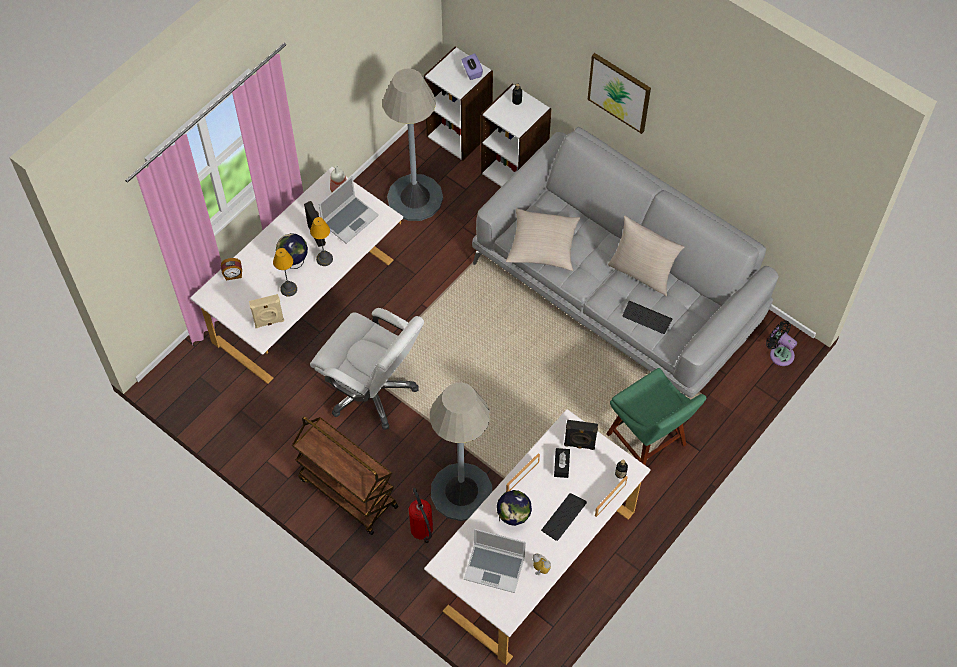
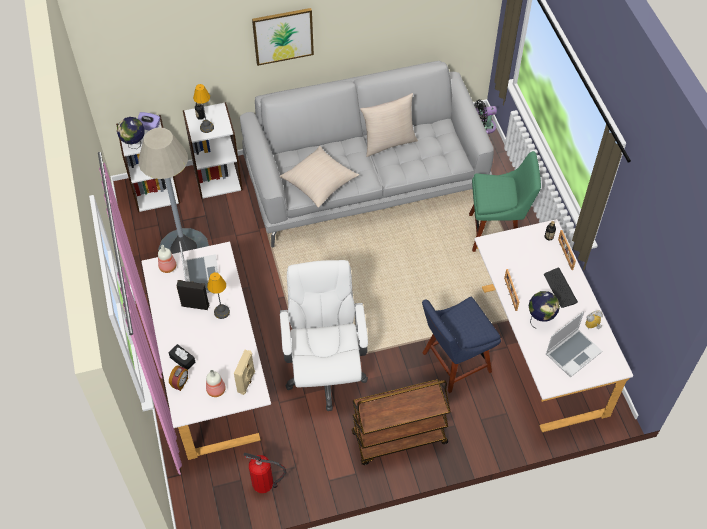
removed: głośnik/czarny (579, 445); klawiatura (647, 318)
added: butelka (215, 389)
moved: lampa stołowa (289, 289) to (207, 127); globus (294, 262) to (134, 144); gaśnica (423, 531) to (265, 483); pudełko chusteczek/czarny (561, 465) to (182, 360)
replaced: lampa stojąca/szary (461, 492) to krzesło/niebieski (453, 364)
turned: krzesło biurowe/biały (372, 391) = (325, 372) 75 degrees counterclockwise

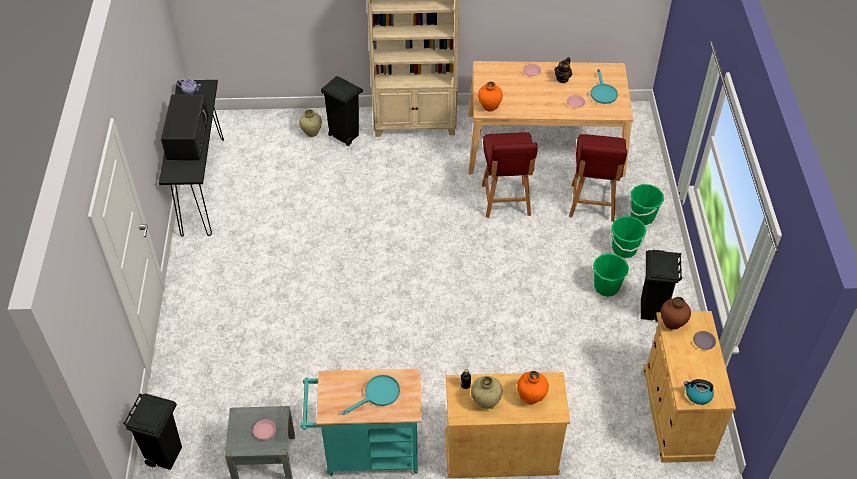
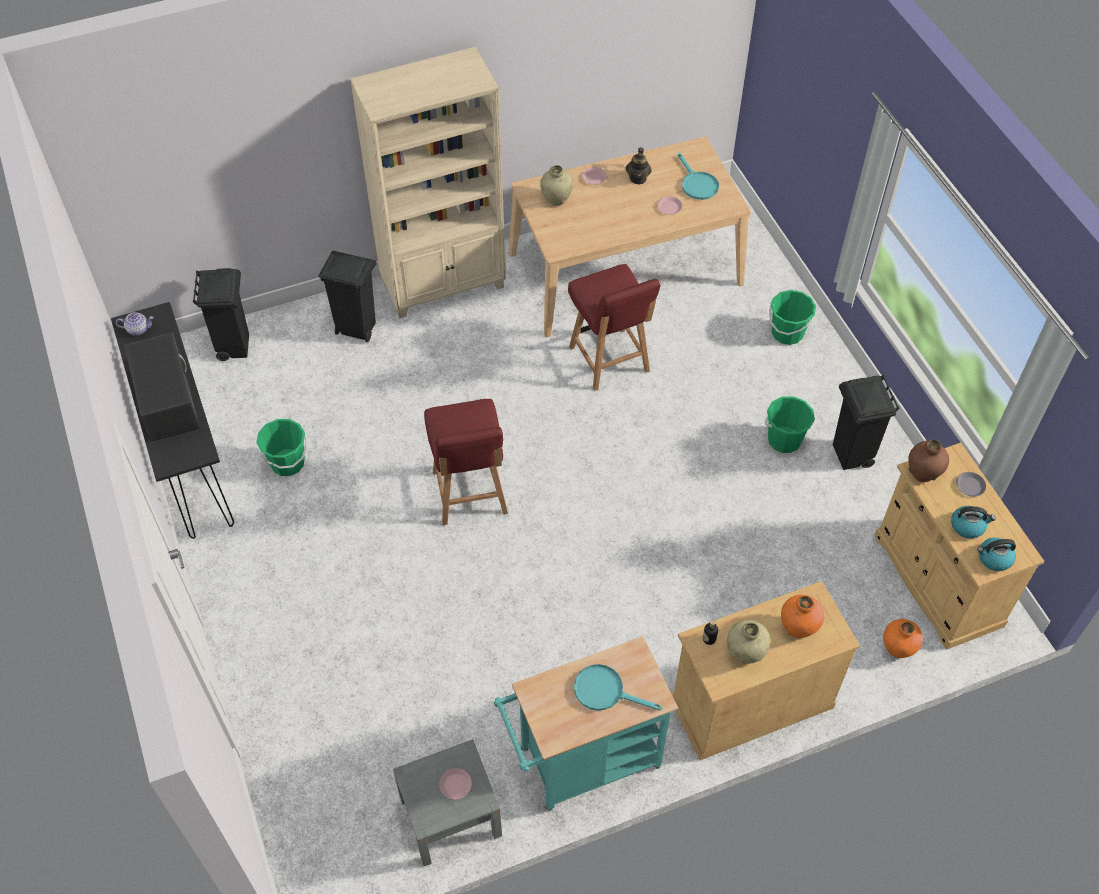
added: czajnik (968, 526)
moved: kosz na śmieci/czarny (165, 455) to (234, 346); wazon/beżowy (311, 132) to (556, 199); wazon/pomarańczowy (489, 107) to (897, 649); krzesło/czerwony (592, 204) to (470, 494); wiadro/zielony (624, 249) to (287, 463)
turned: patelnia/turkusowy (378, 395) = (605, 691) 105 degrees counterclockwise

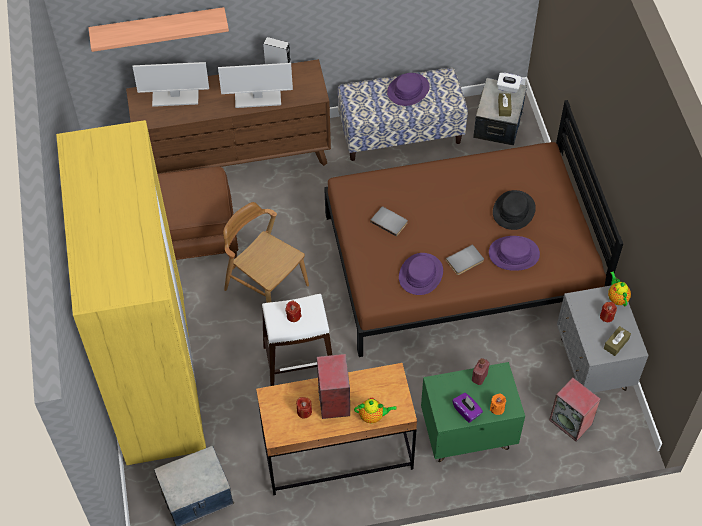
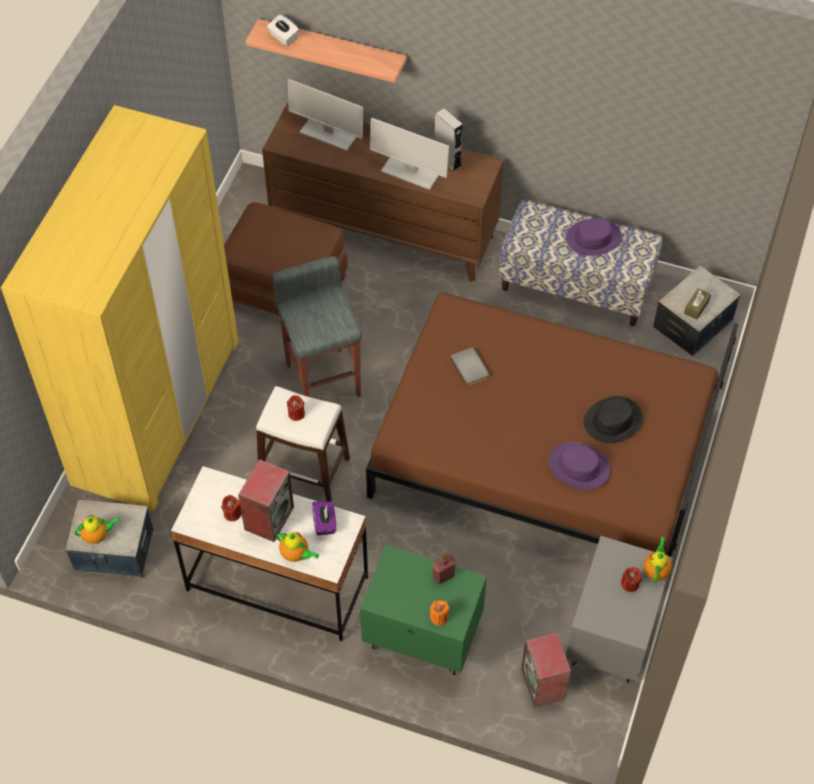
removed: kapelusz/fioletowy (421, 274); książka/szary (465, 261); pudełko chusteczek/brązowy (616, 343)
added: imbryk (98, 536)
moved: pudełko chusteczek/fioletowy (466, 411) to (325, 523); pudełko chusteczek/biały (508, 88) to (283, 37)
replaced: krzesło/brązowy (266, 287) to stołek/szary (323, 378)
recoloured: biurko/brązowy (337, 453) to biurko/biały (277, 583)

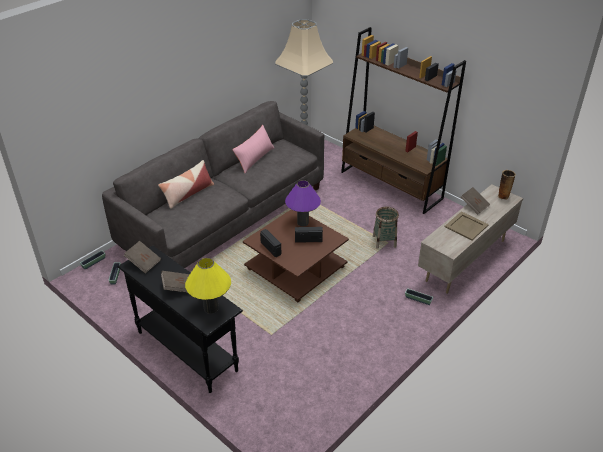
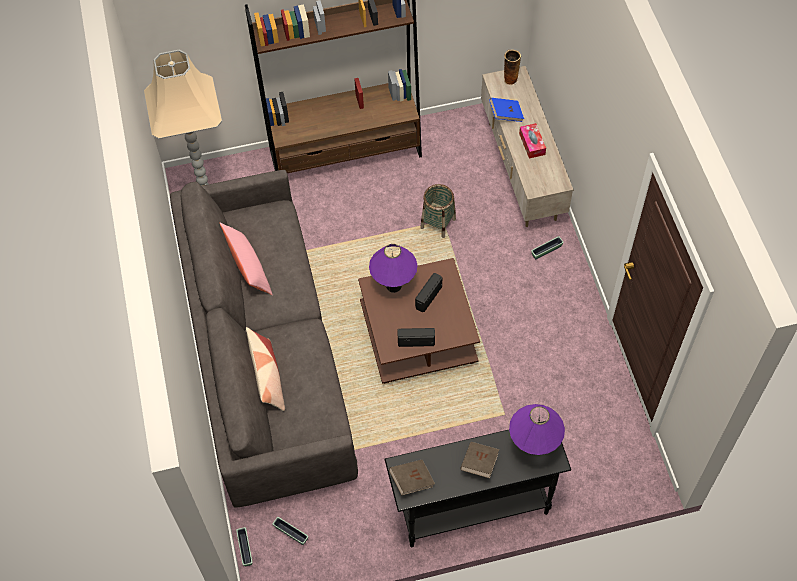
replaced: taca/beżowy (466, 226) to pudełko chusteczek (532, 144)
recoloured: lampa stołowa/żółty (211, 308) to lampa stołowa/fioletowy (533, 446); książka/brązowy (474, 205) to książka/niebieski (506, 114)

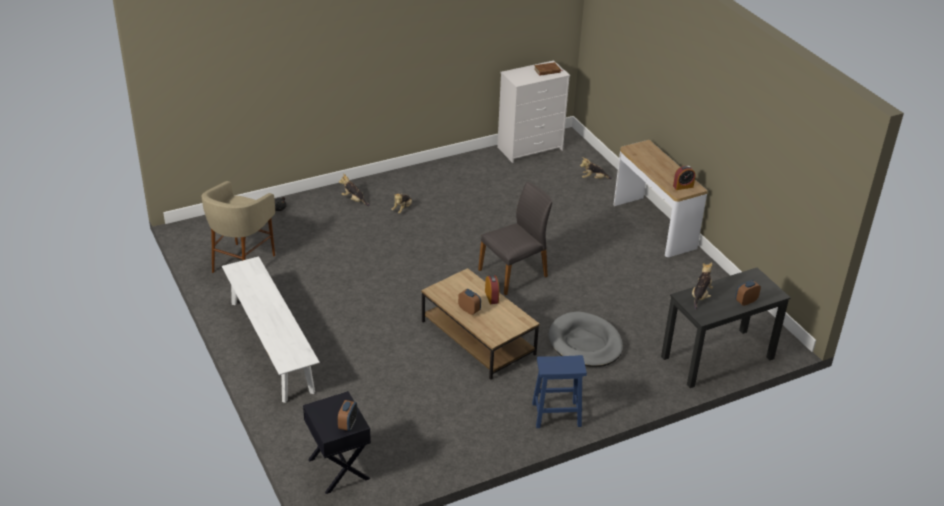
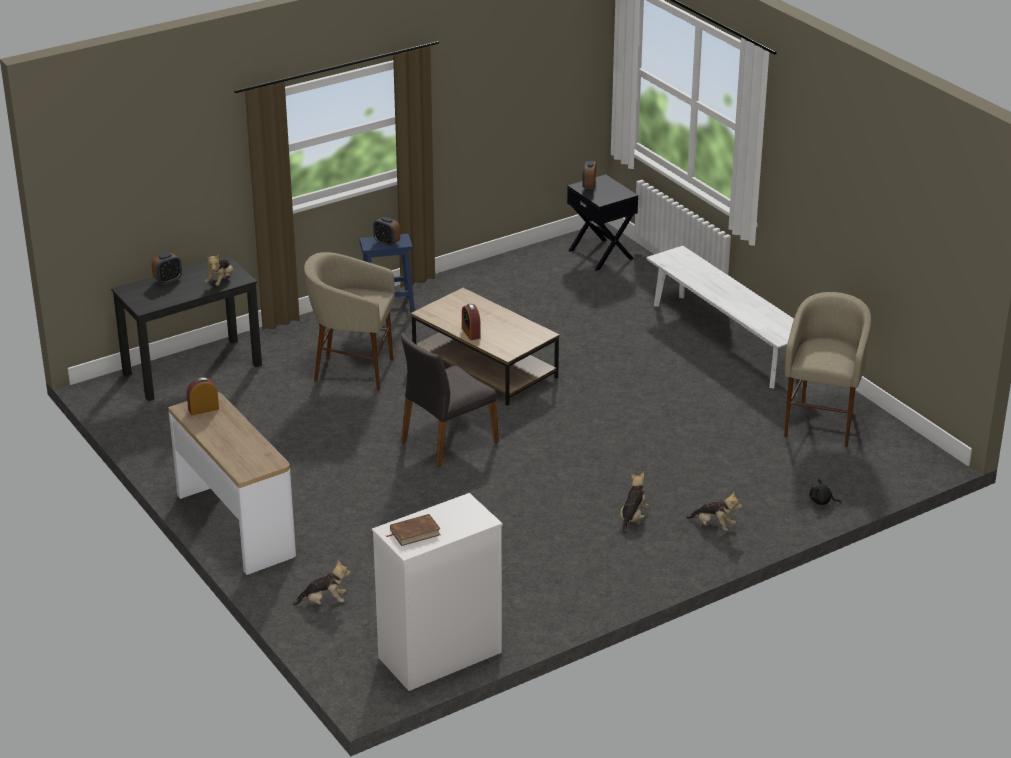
moved: budzik (469, 310) to (387, 242)
replaced: legowisko/szary (585, 343) to stołek/beżowy (353, 371)

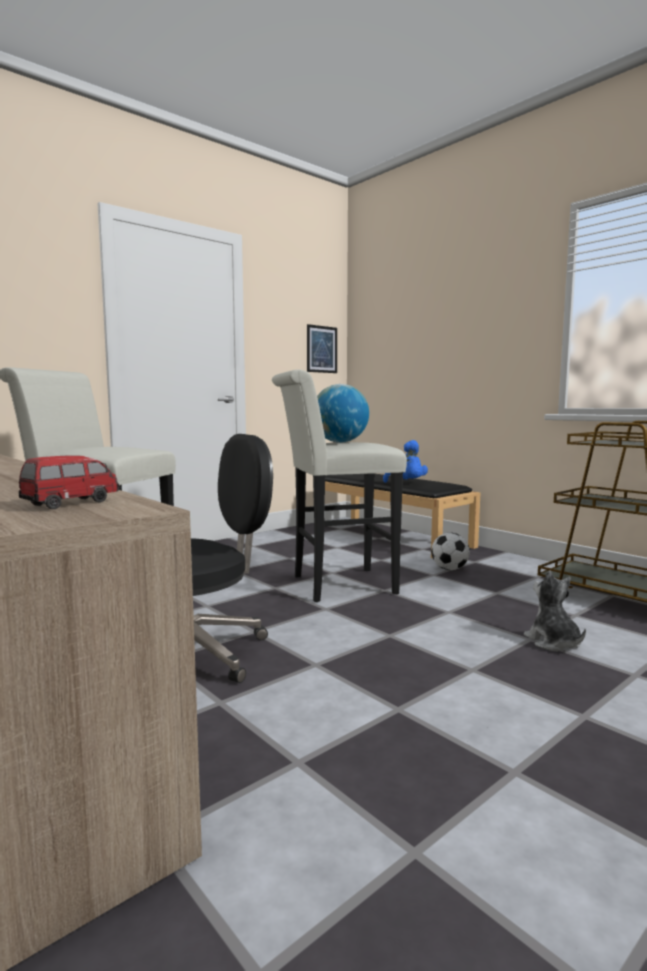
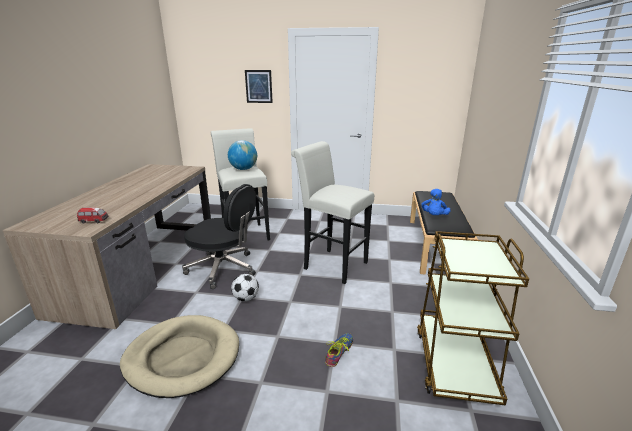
added: legowisko/beżowy (183, 357)
moved: obraz (322, 349) to (258, 86); globus (340, 442) to (243, 169); piłka futbolowa (449, 569) to (246, 298)
replaced: pluszak (553, 643) to but (339, 352)

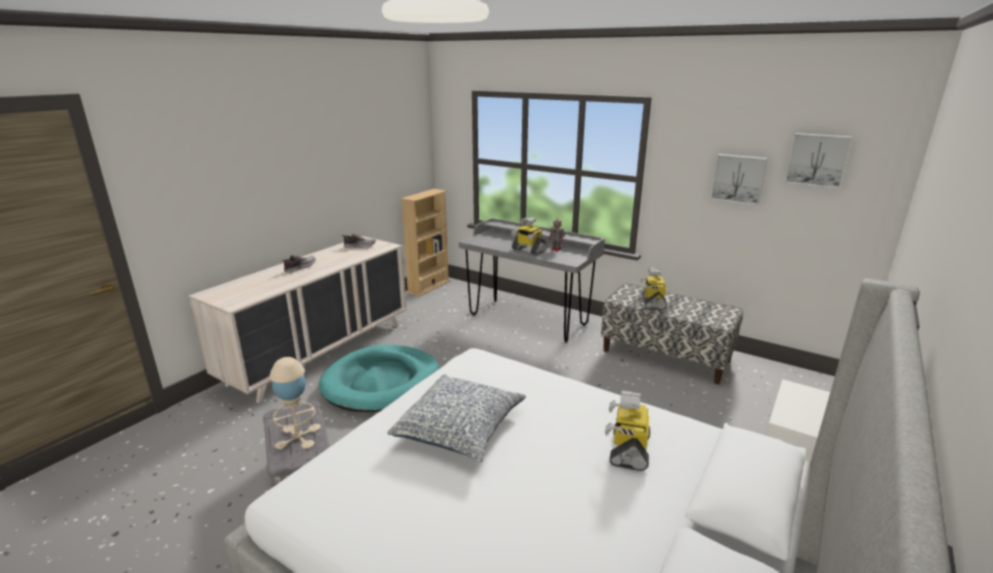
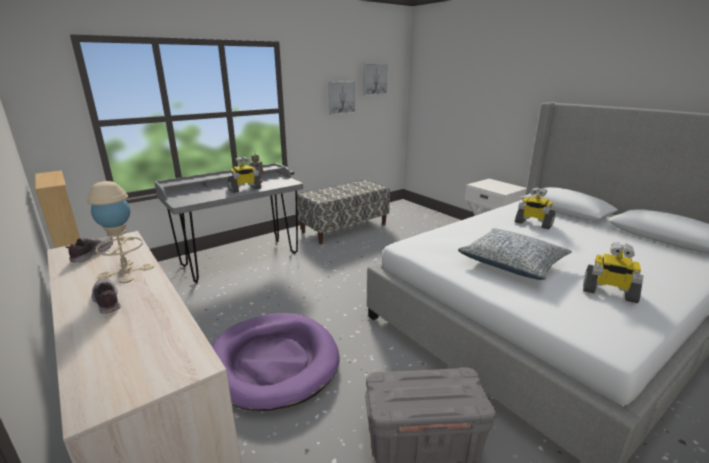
moved: lampa stołowa/beżowy (298, 436) to (126, 271); robot zabawkowy (652, 302) to (608, 292)
recoloured: legowisko/turkusowy (381, 382) to legowisko/fioletowy (274, 362)

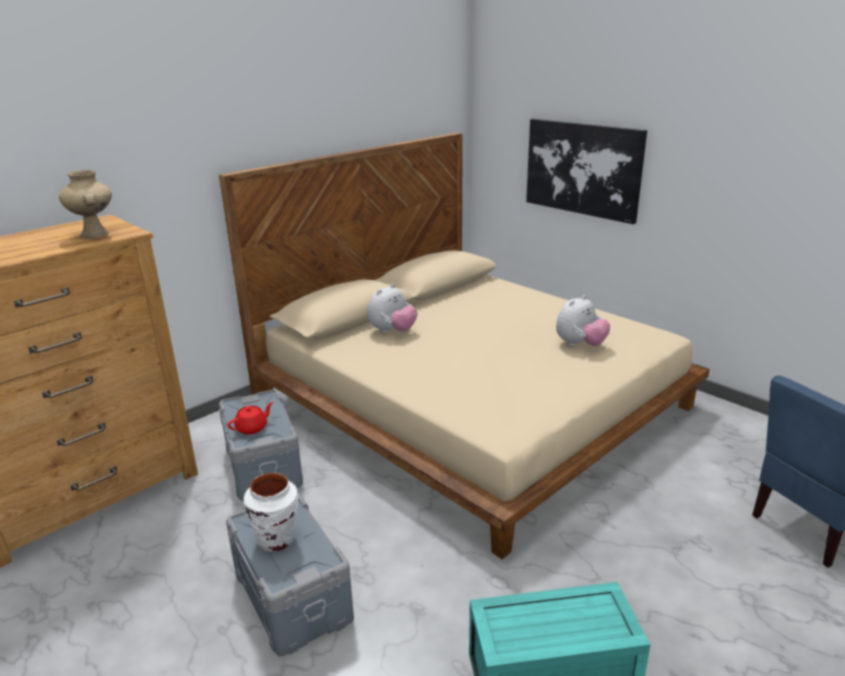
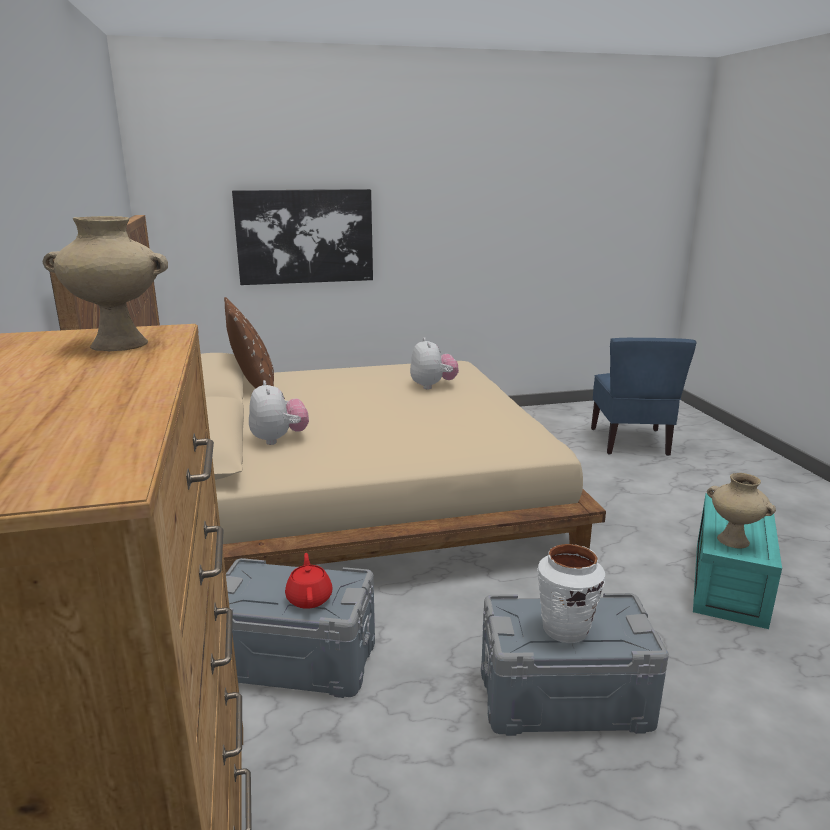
added: poduszka/brązowy (253, 385); wazon/beżowy (734, 540)

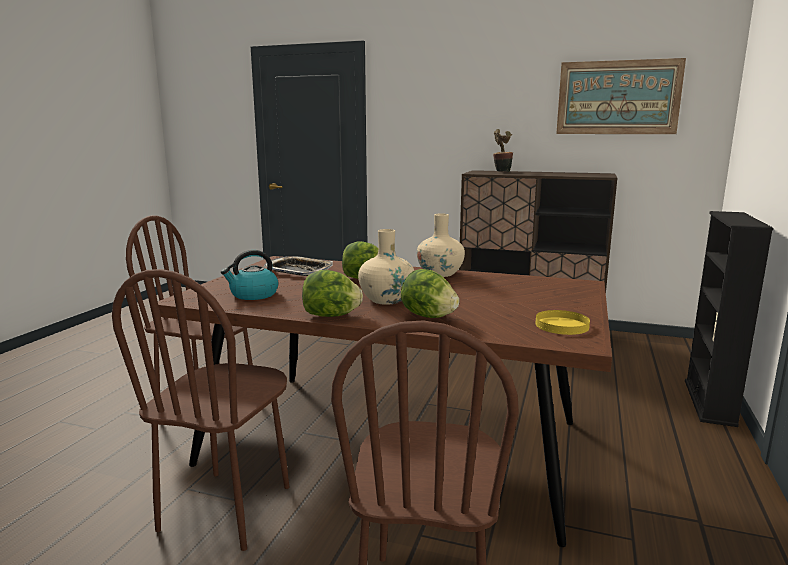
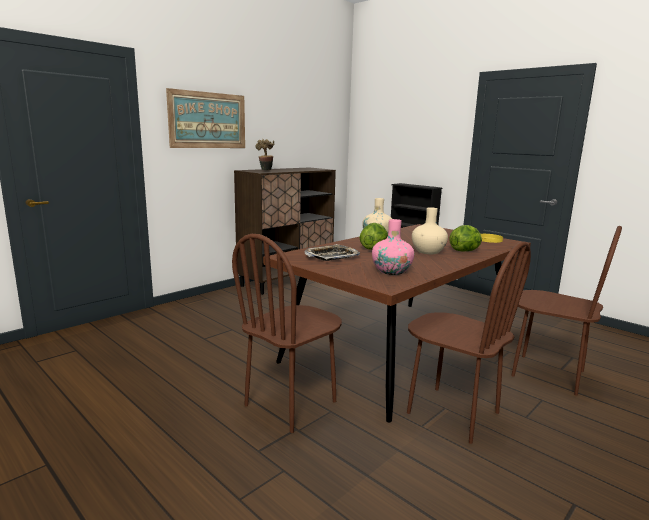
removed: sałata (331, 316)
moved: obraz (618, 97) to (208, 120)
replaced: czajnik (253, 295) to wazon/różowy (391, 271)

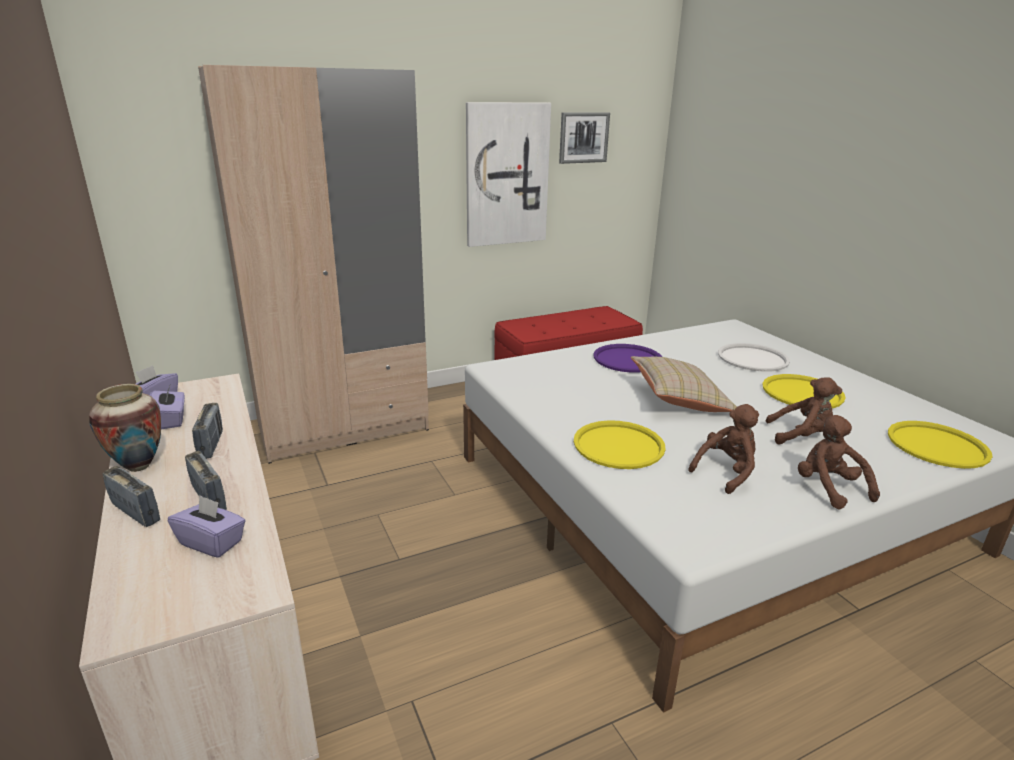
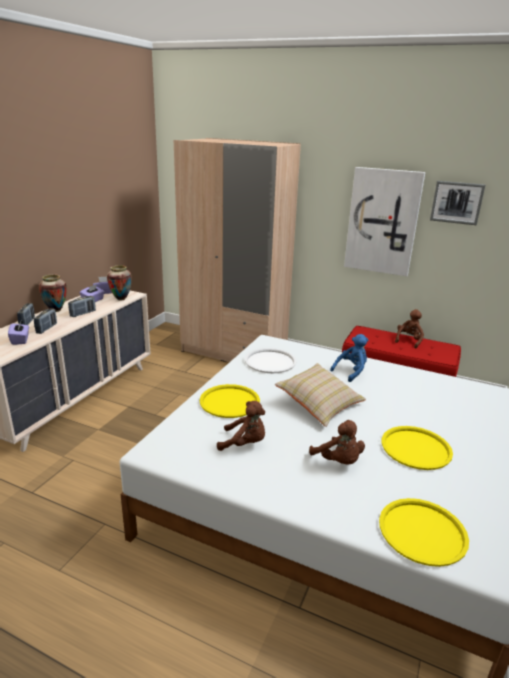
added: wazon (121, 299)
moved: taca/biały (752, 358) to (270, 361); pluszak/brązowy (829, 488) to (408, 341)
replaced: taca/fioletowy (627, 359) to pluszak/niebieski (351, 371)

